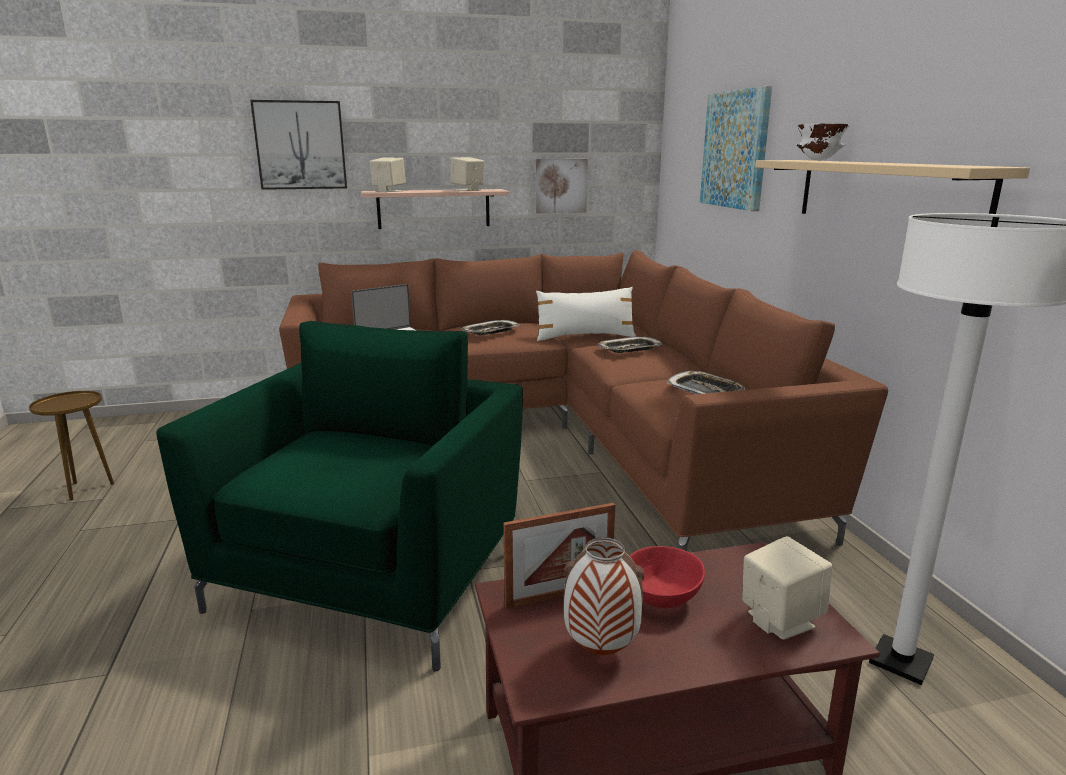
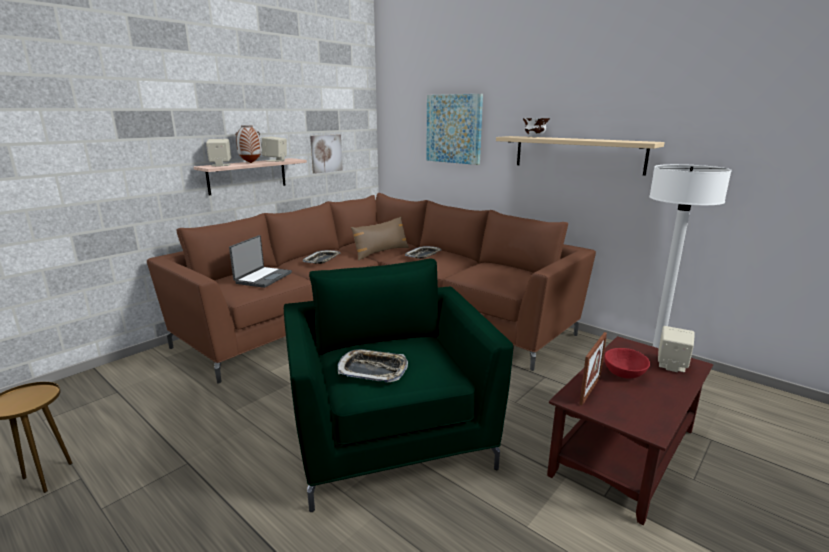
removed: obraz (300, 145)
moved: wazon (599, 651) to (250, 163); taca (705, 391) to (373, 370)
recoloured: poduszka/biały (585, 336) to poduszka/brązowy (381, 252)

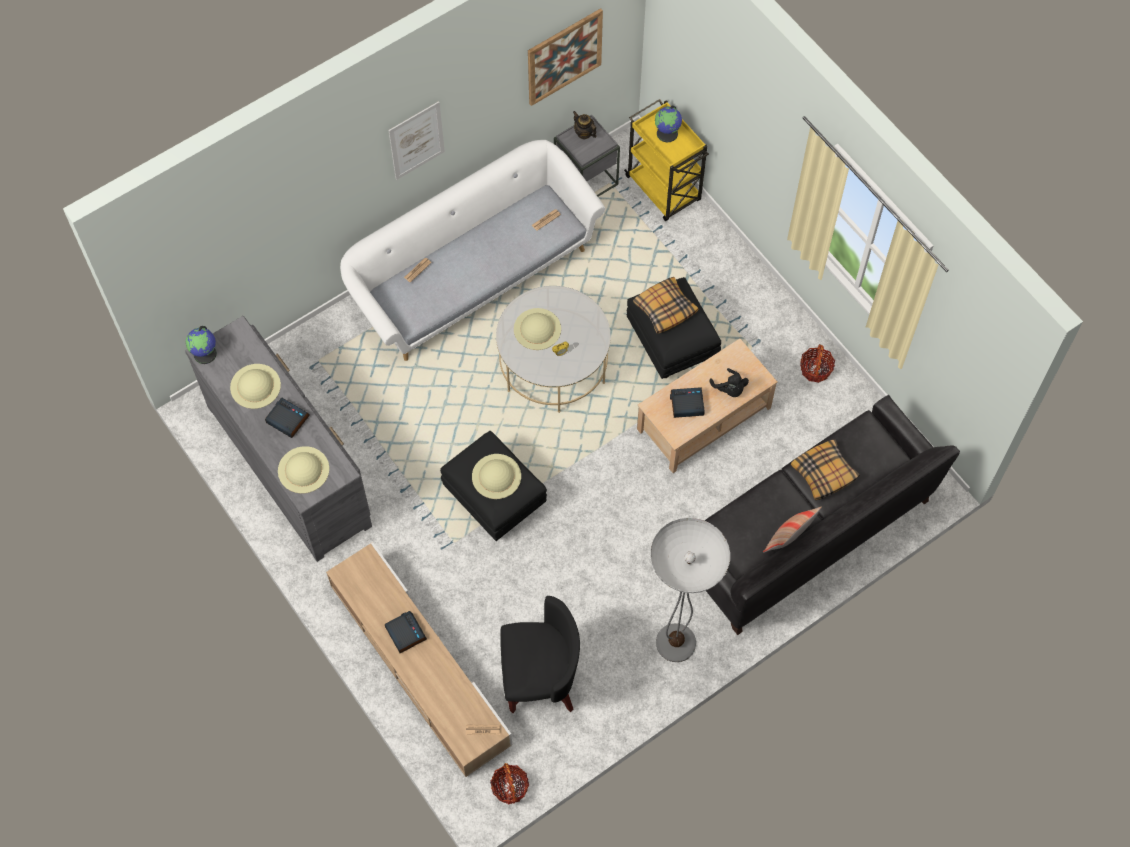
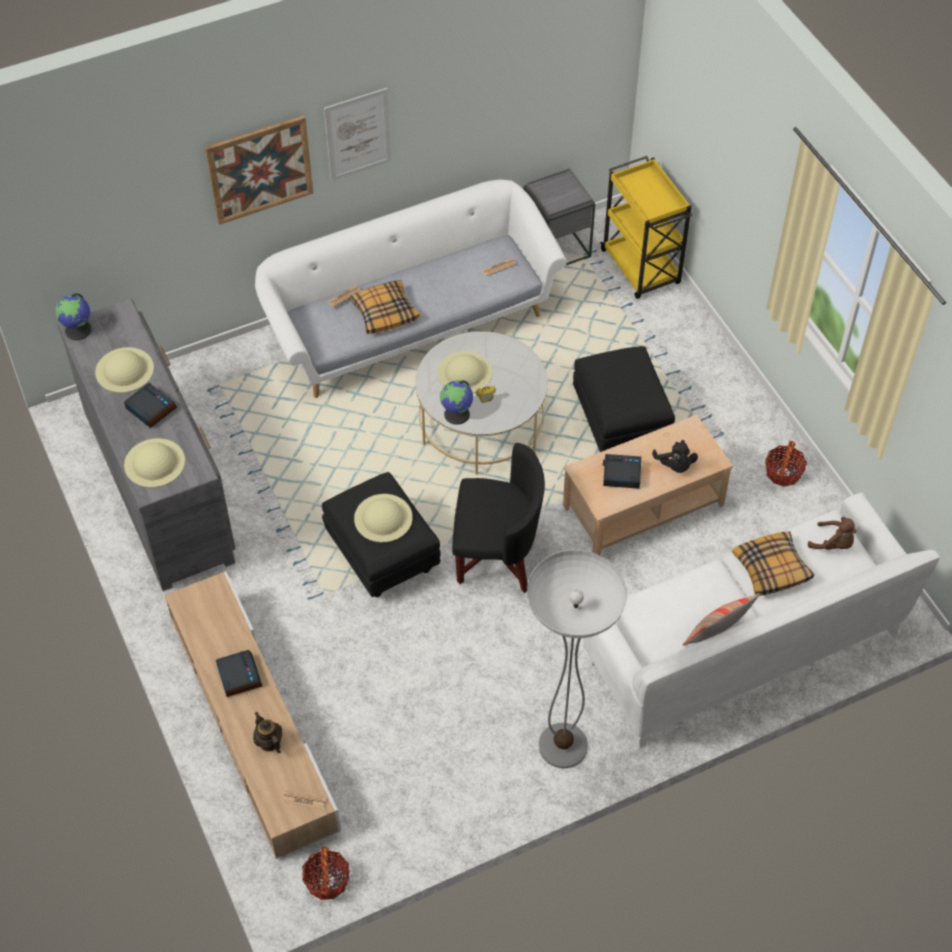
added: pluszak/brązowy (833, 544)
moved: fotel/czarny (540, 678) to (497, 555); obraz (564, 56) to (260, 169); imbryk (584, 133) to (269, 742); poduszka (664, 308) to (384, 312); globus (667, 133) to (457, 414)
recoloured: kanapa/czarny (806, 533) to kanapa/biały (743, 647)

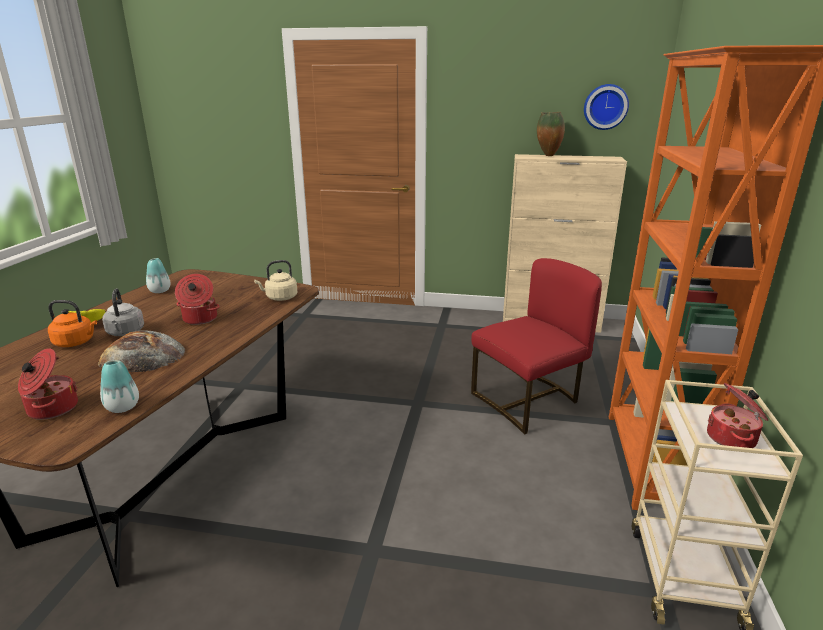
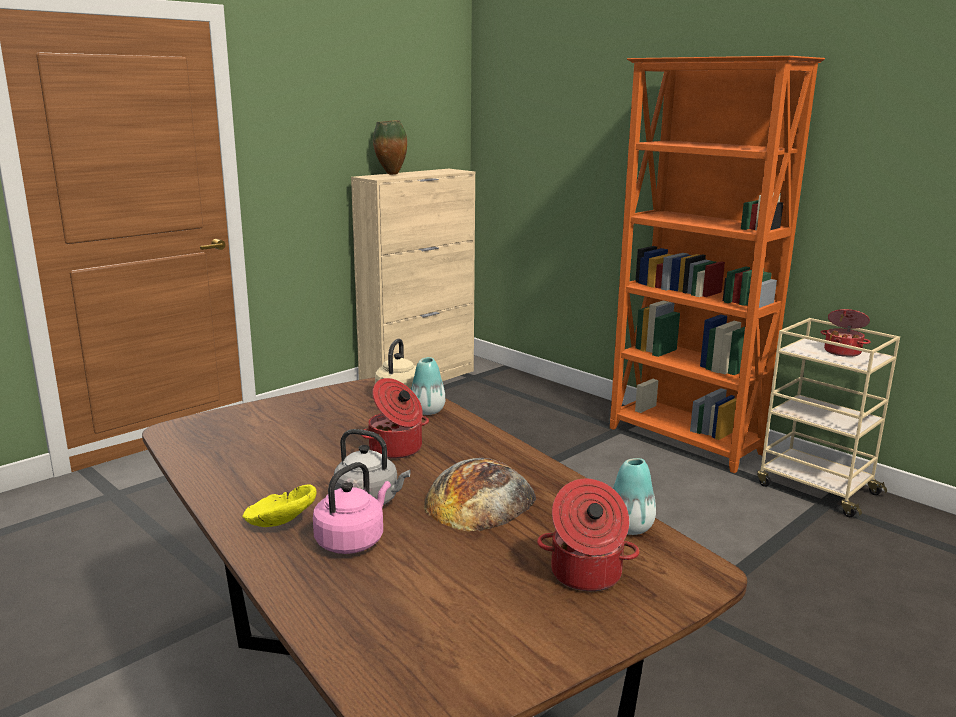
removed: krzesło/czerwony (528, 401); zegar ścienny (605, 107)
moved: wazon (160, 291) to (427, 411)
recoloured: czajnik/pomarańczowy (76, 342) to czajnik/różowy (352, 540)

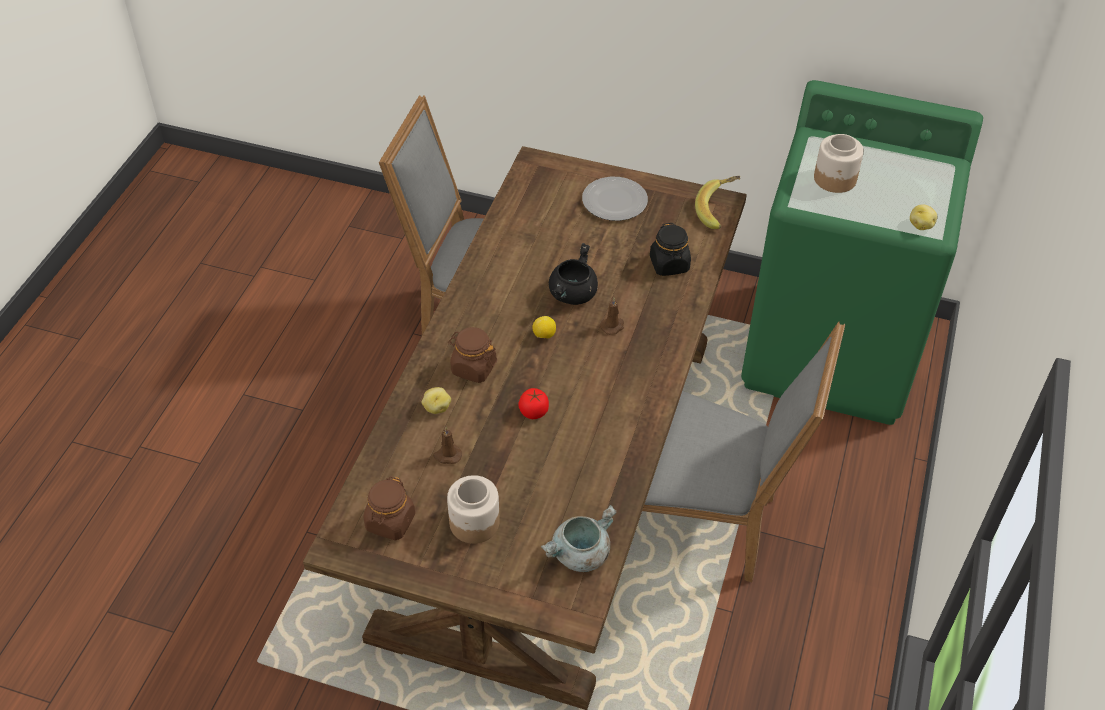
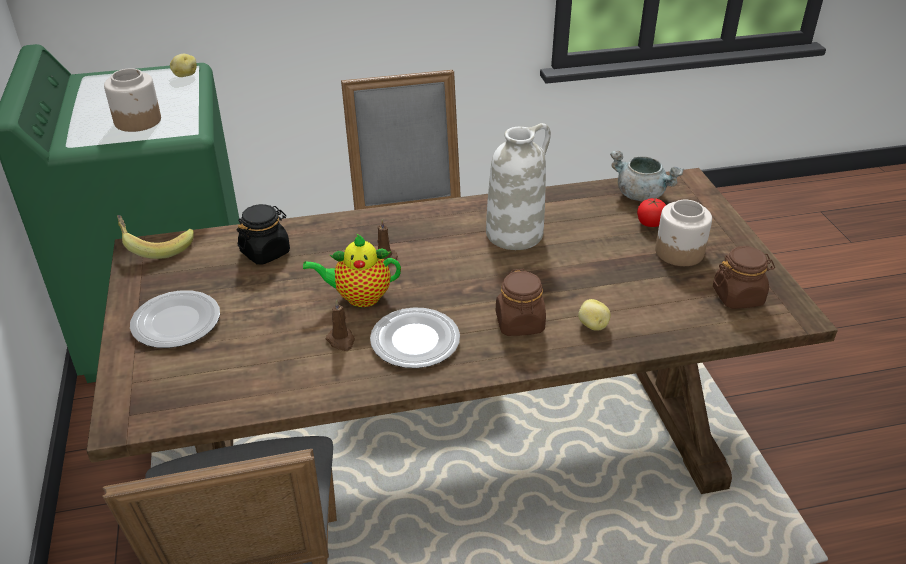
removed: cytryna (544, 335)
added: talerz (414, 341); wazon/biały (515, 233)
moved: świeca/brązowy (447, 455) to (341, 341); pomidor (534, 412) to (650, 223)
replaced: garnek/czarny (573, 295) to imbryk (359, 297)

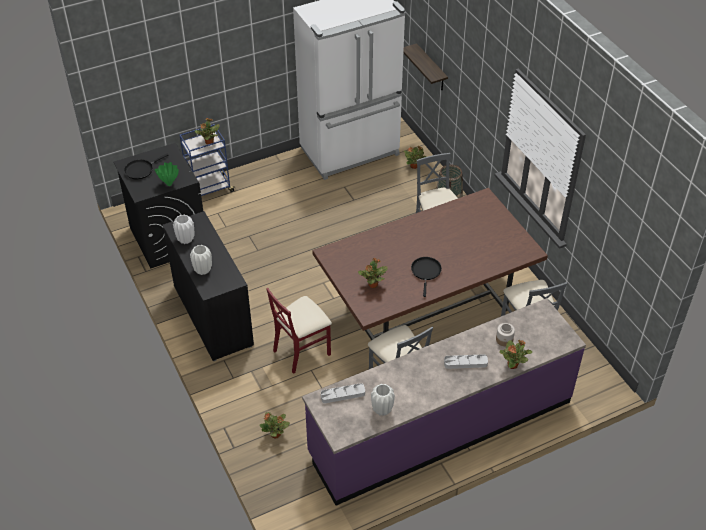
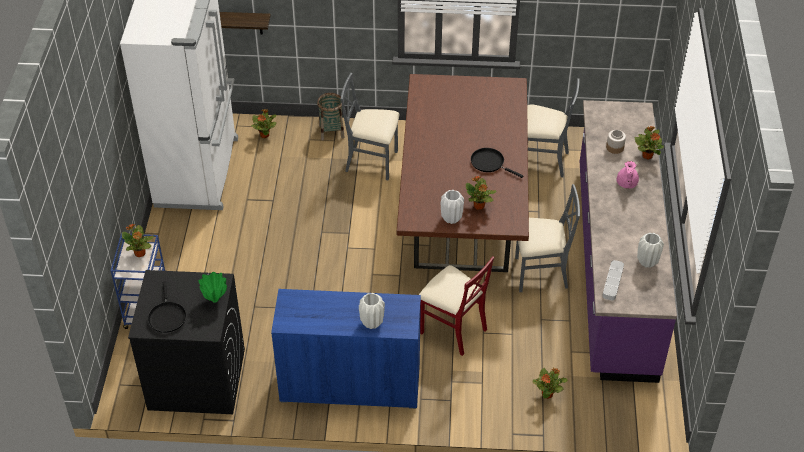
moved: wazon/biały (185, 239) to (451, 218)
replaced: taca/szary (465, 363) to imbryk/różowy (626, 184)
recoloured: szafka/czarny (213, 315) to szafka/niebieski (350, 384)
turned: krzesło/czerwony (301, 351) = (453, 329) 45 degrees counterclockwise

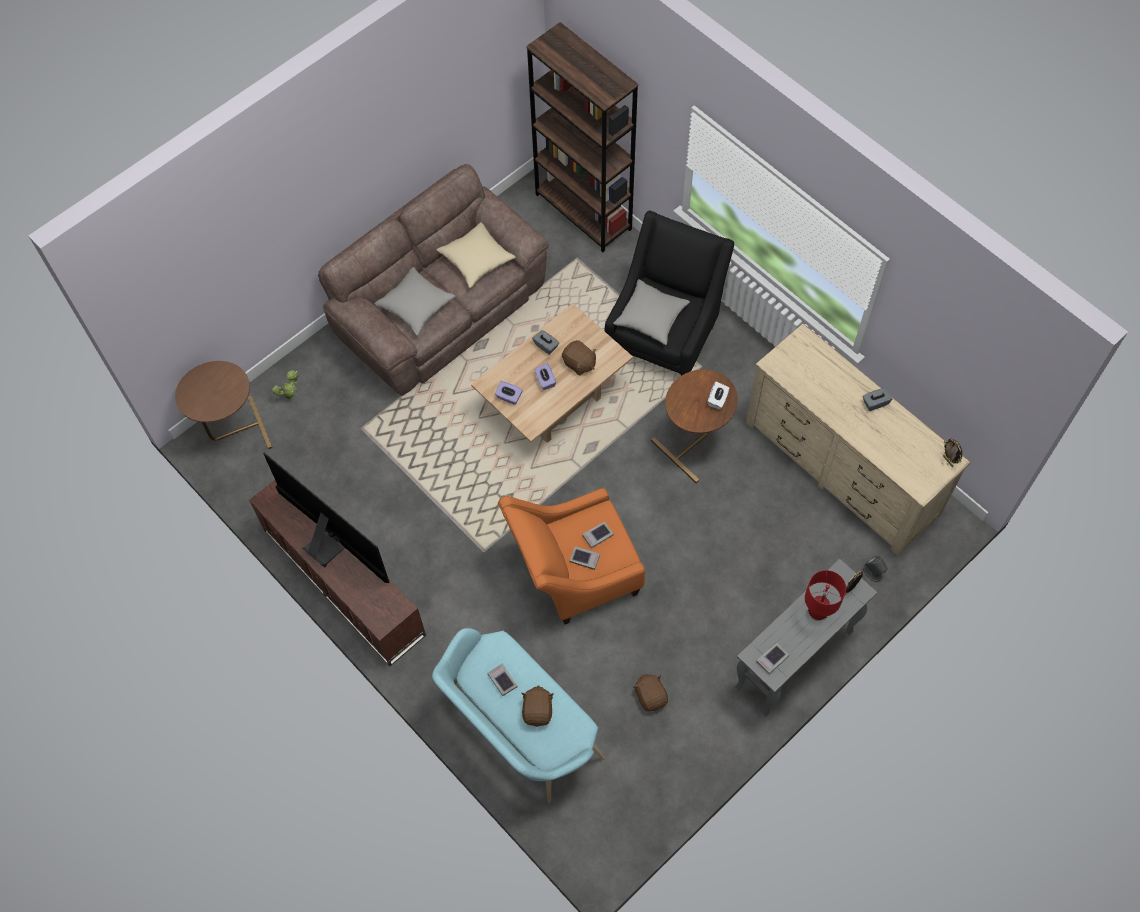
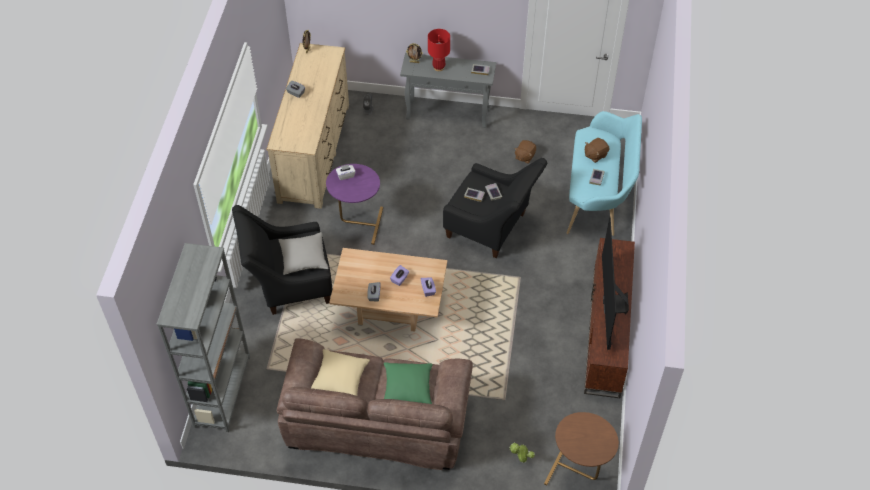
removed: pluszak/brązowy (579, 363)
recoloured: poduszka/szary (416, 306) to poduszka/zielony (407, 388); fotel/pomarańczowy (574, 574) to fotel/czarny (491, 228); regał/brązowy (583, 212) to regał/szary (222, 391); stolik/brązowy (694, 444) to stolik/fioletowy (357, 223)

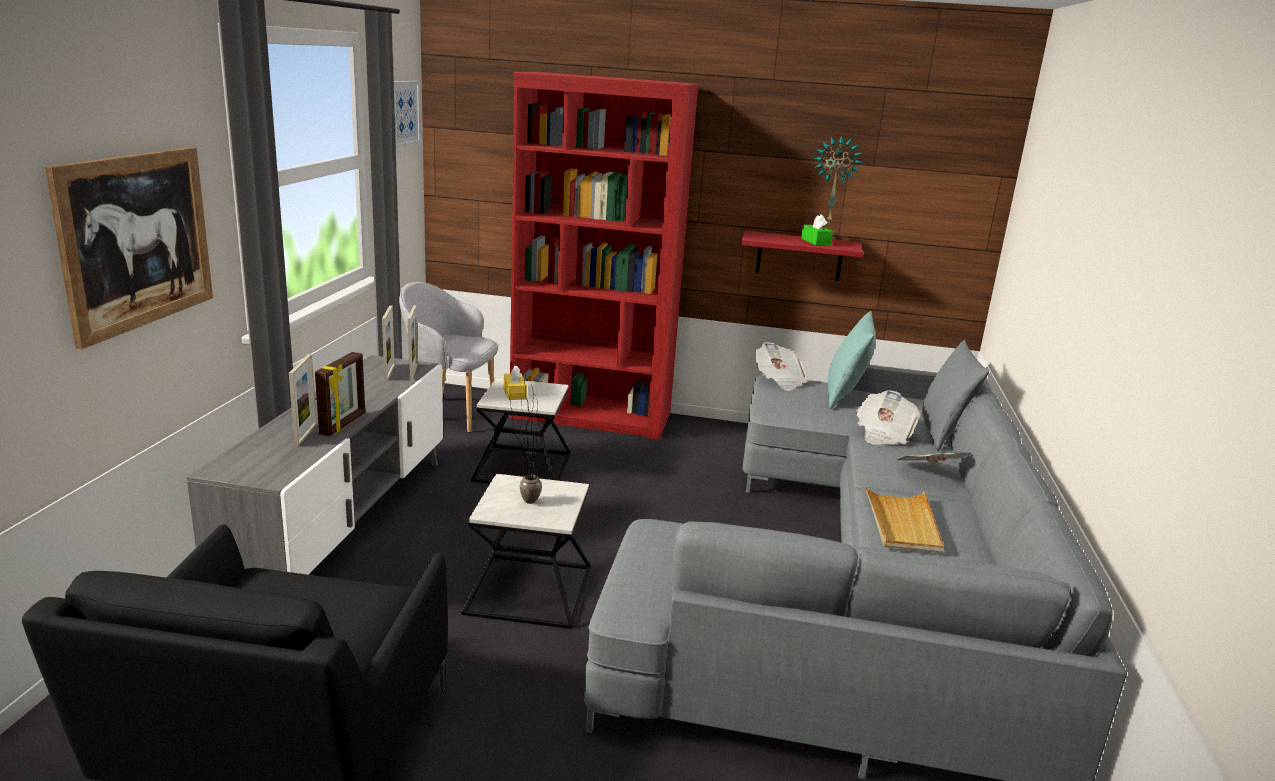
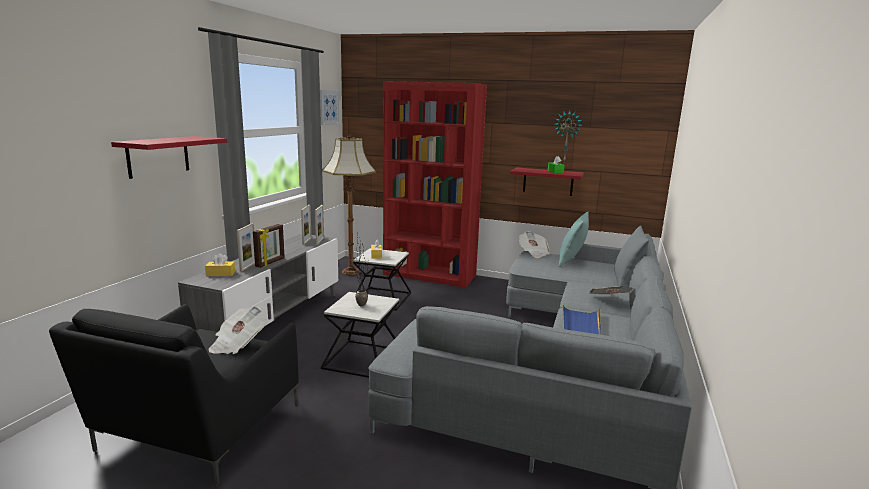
added: pudełko chusteczek/żółty (220, 273)
moved: gazeta (883, 434) to (238, 344)
replaced: obraz (137, 241) to półka/czerwony (158, 156); fotel/szary (449, 415) to lampa stojąca (350, 272)
recoloured: taca/beżowy (902, 523) to taca/niebieski (581, 325)

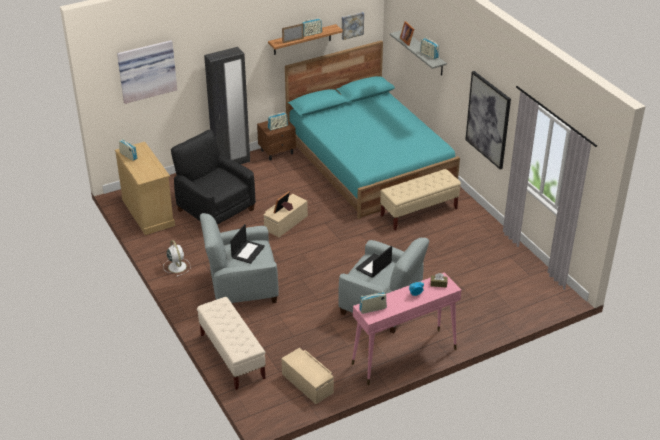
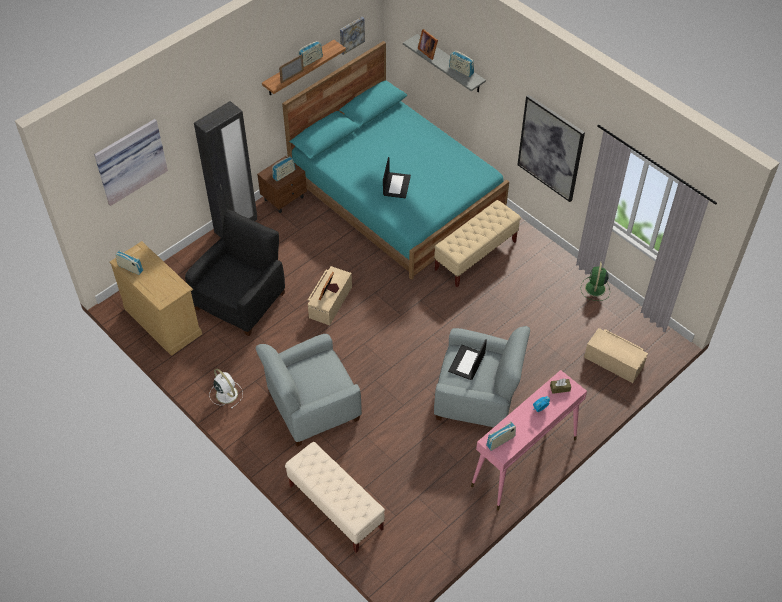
added: wentylator/zielony (595, 289)
moved: laptop (248, 251) to (396, 185); pojemnik do przechowywania/beżowy (308, 383) to (614, 361)
turned: fotel/czarny (215, 209) = (241, 299) 90 degrees clockwise

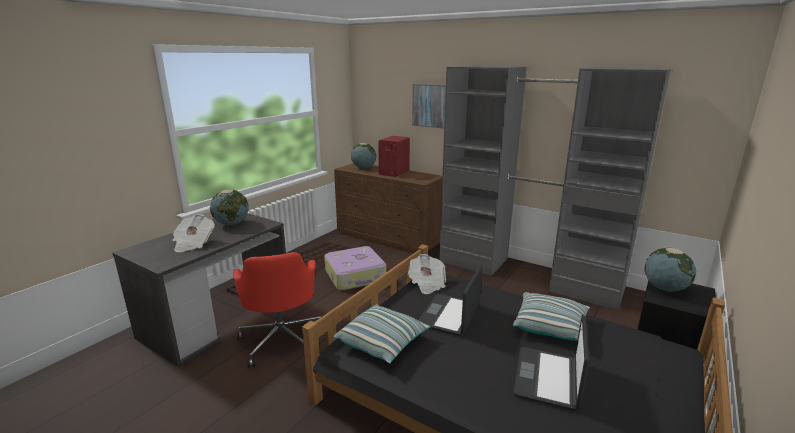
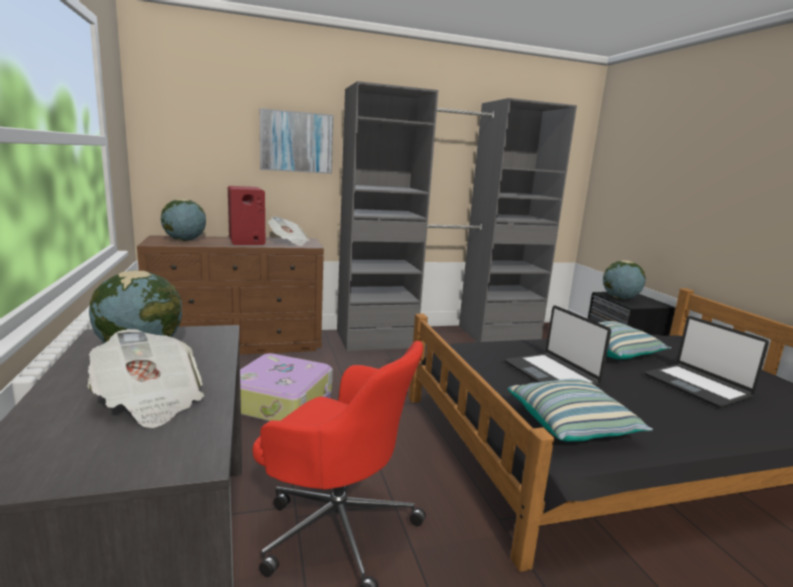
moved: gazeta (427, 283) to (289, 242)

